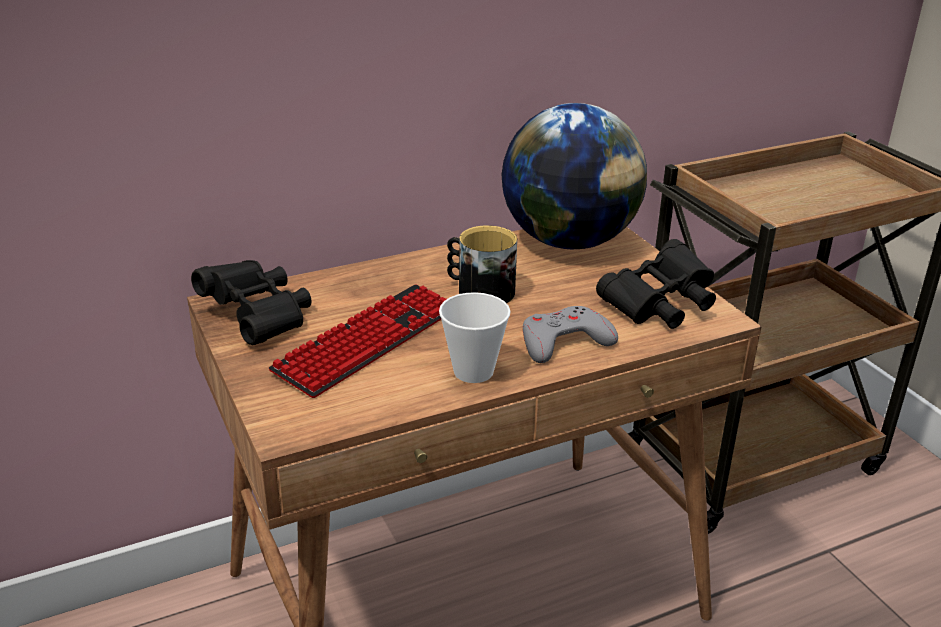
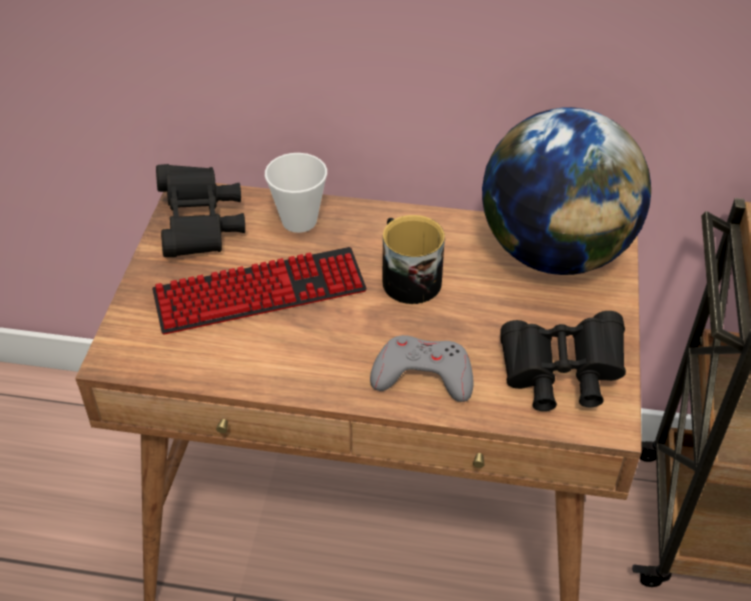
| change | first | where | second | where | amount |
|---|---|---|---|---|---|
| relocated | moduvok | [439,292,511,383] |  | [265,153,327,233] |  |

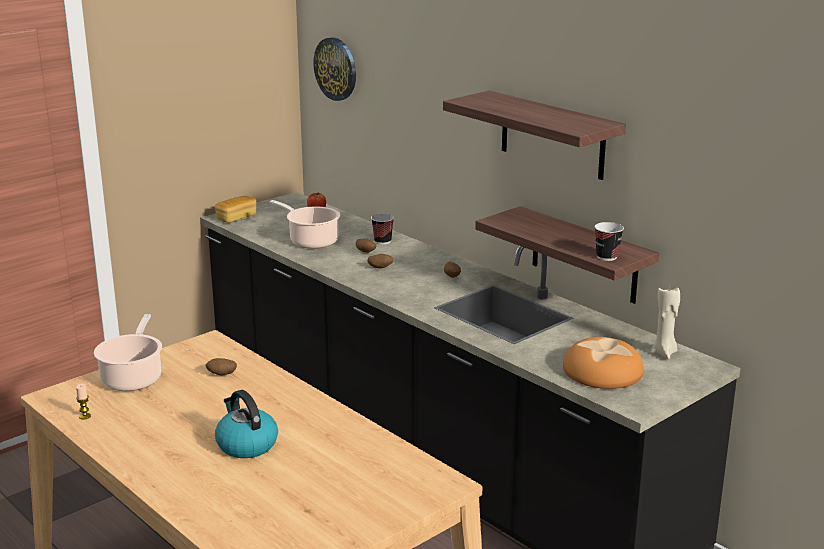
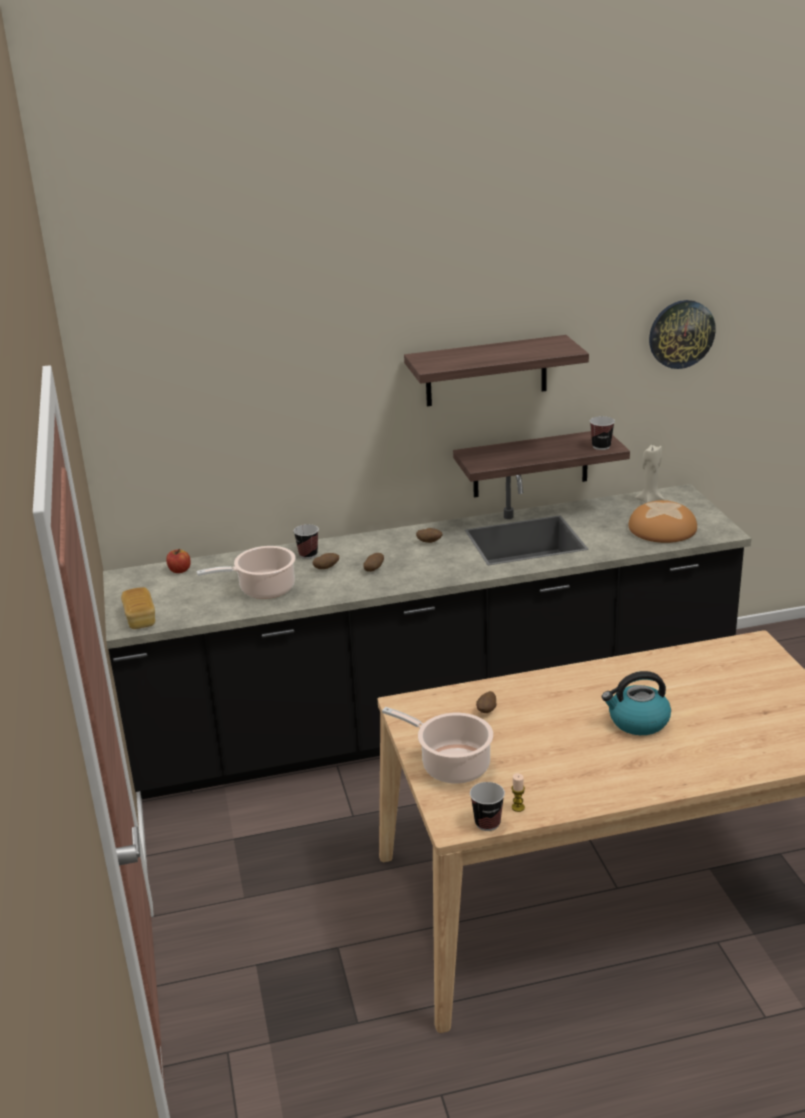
| change | first | where | second | where | amount |
|---|---|---|---|---|---|
| relocated | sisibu | [313,37,356,101] |  | [649,300,716,369] |  |
| appeared |  |  | moduvok | [470,782,505,831] |  |

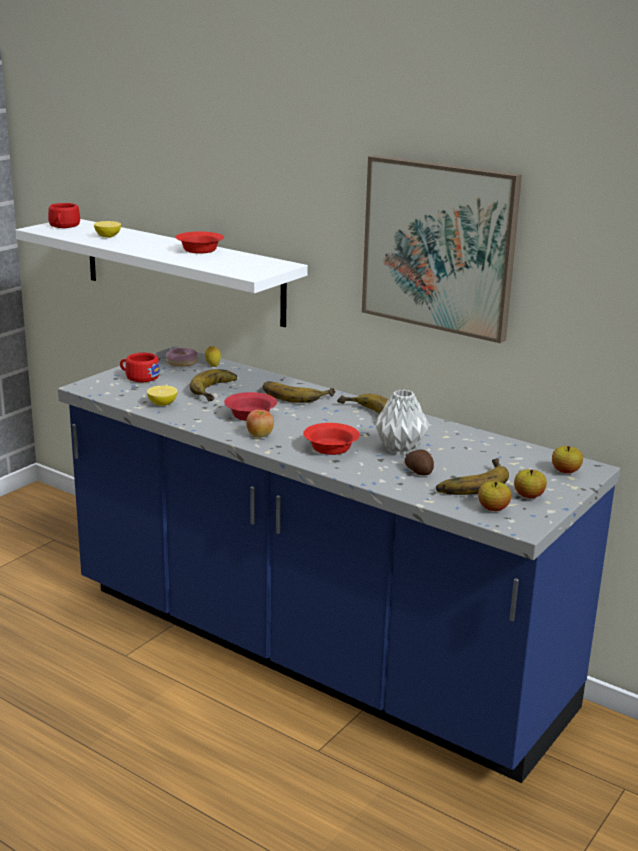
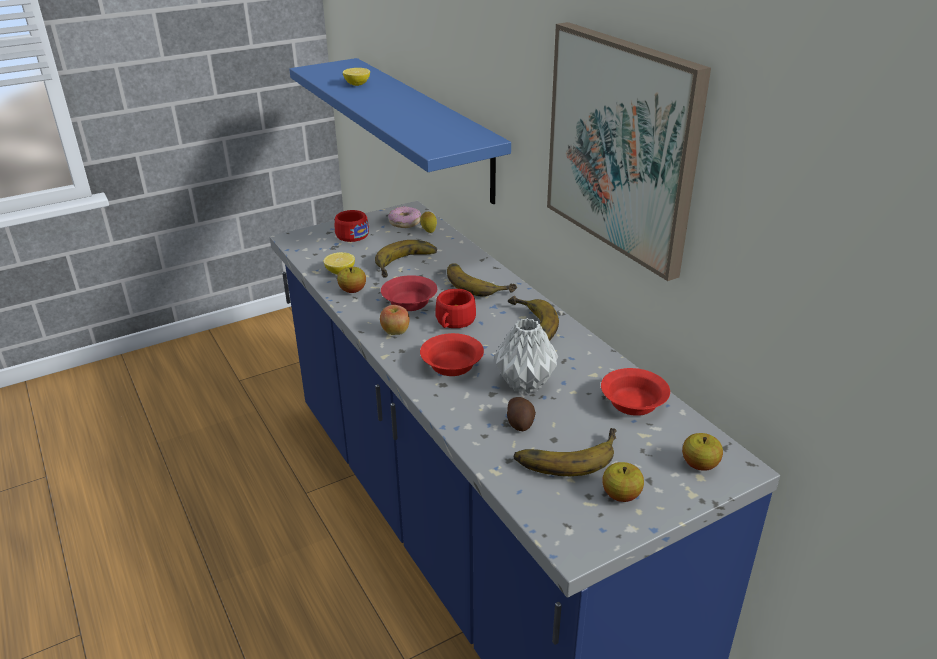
| change | first | where | second | where | amount |
|---|---|---|---|---|---|
| relocated | red_moduvok | [48,203,80,228] |  | [435,289,476,328] |  |
| colour | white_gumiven | [15,219,308,327] | blue_gumiven | [289,58,511,204] |  |
| relocated | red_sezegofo | [176,232,224,254] |  | [601,368,670,416] |  |
| relocated | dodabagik | [478,481,511,511] |  | [337,267,366,293] |  |

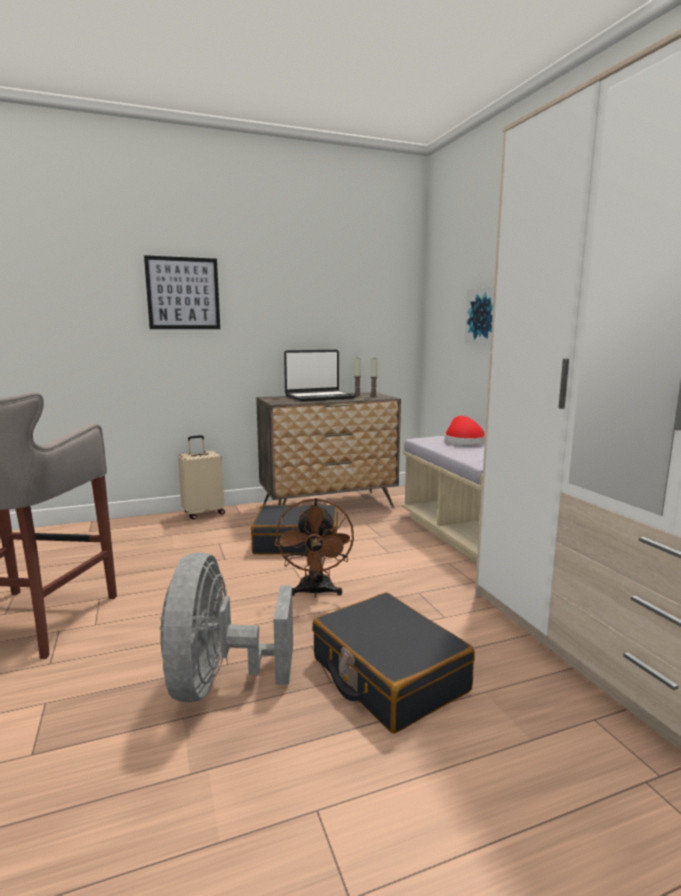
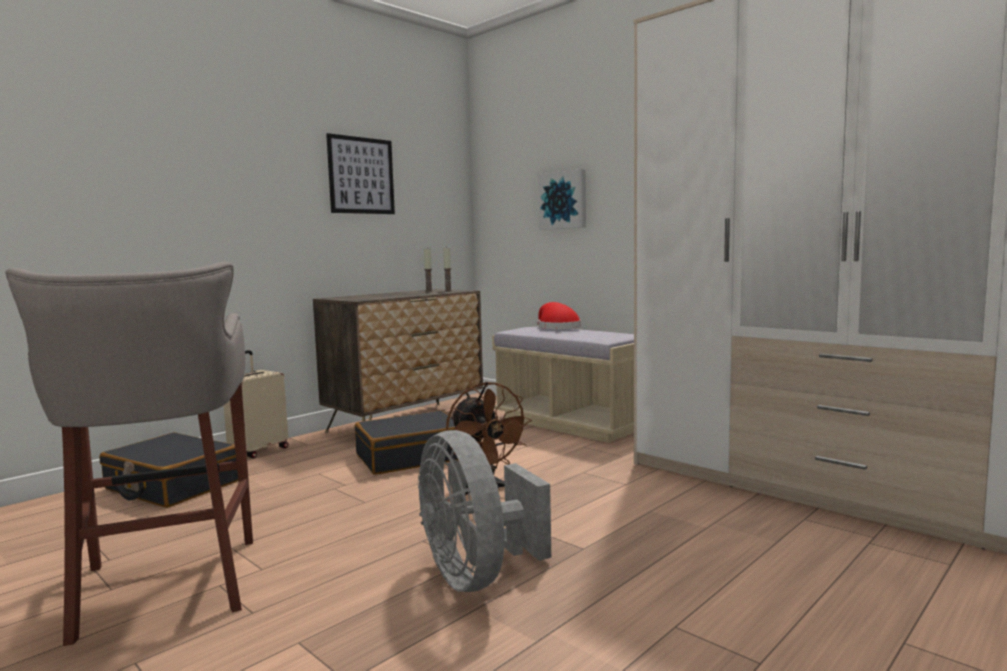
| change | first | where | second | where | amount |
|---|---|---|---|---|---|
| relocated | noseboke | [144,255,220,329] |  | [326,133,395,214] |  |
| missing | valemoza | [284,350,356,401] |  |  |  |
| relocated | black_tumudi | [312,592,475,734] |  | [100,432,238,508] |  |

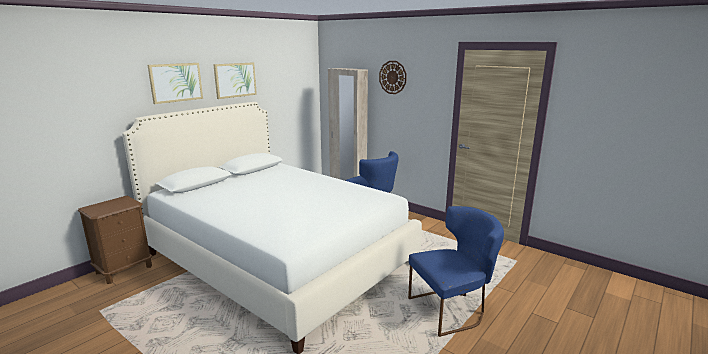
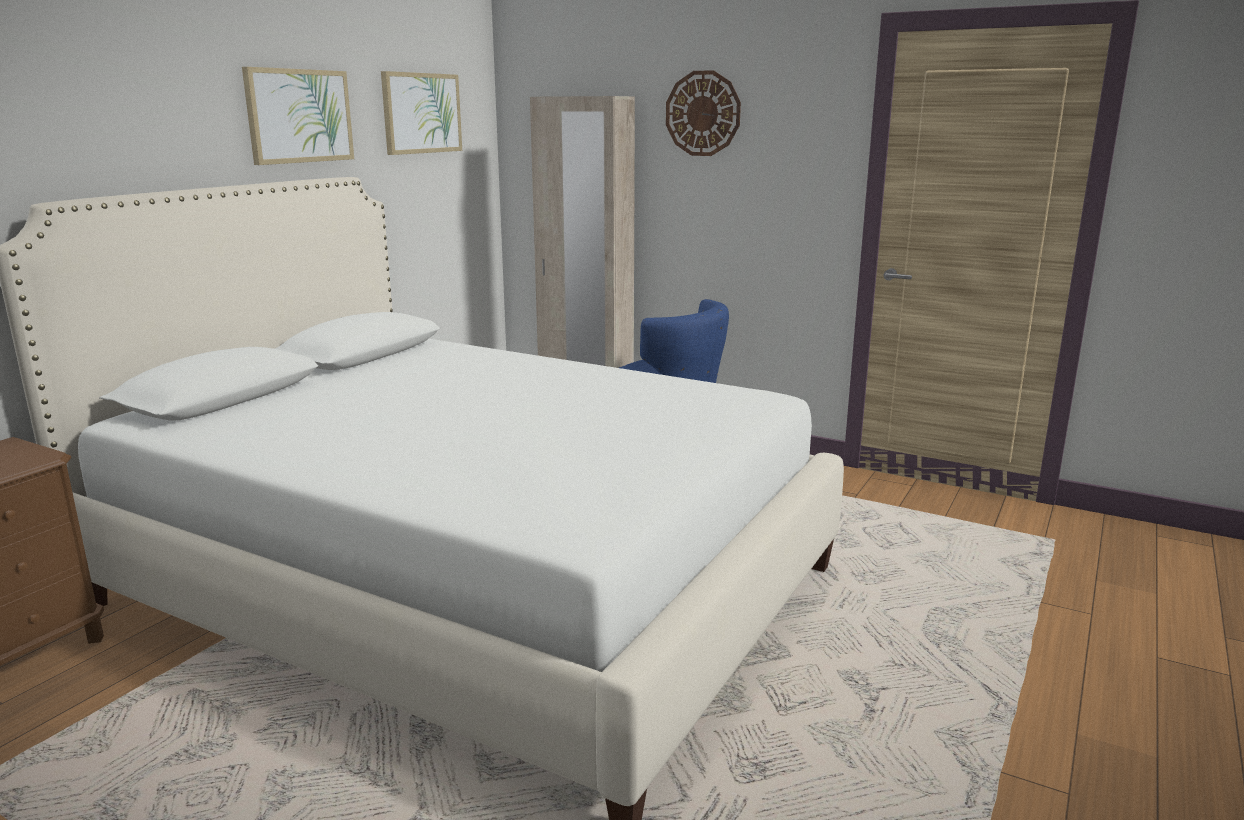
| change | first | where | second | where | amount |
|---|---|---|---|---|---|
| relocated | noseboke | [147,63,203,104] |  | [381,71,462,155] |  |
| missing | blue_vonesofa | [408,206,504,337] |  |  |  |

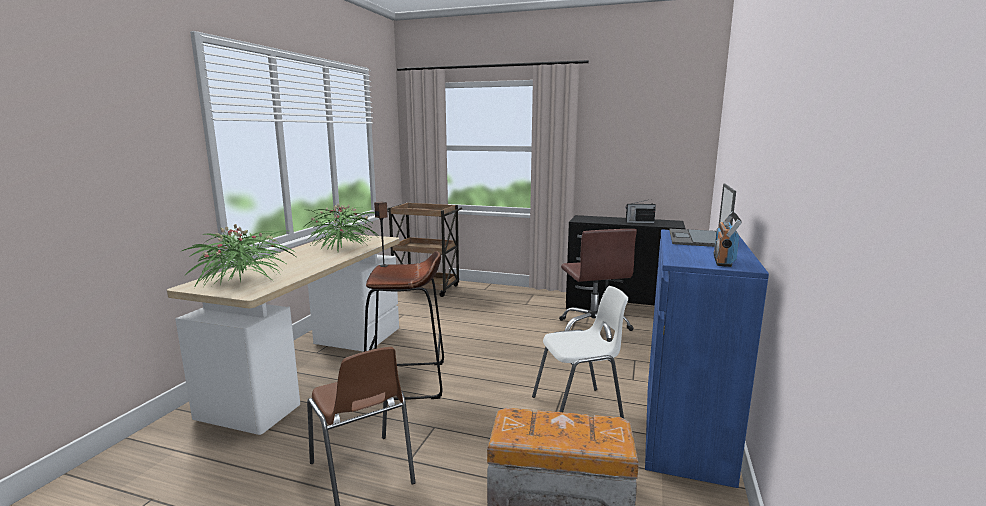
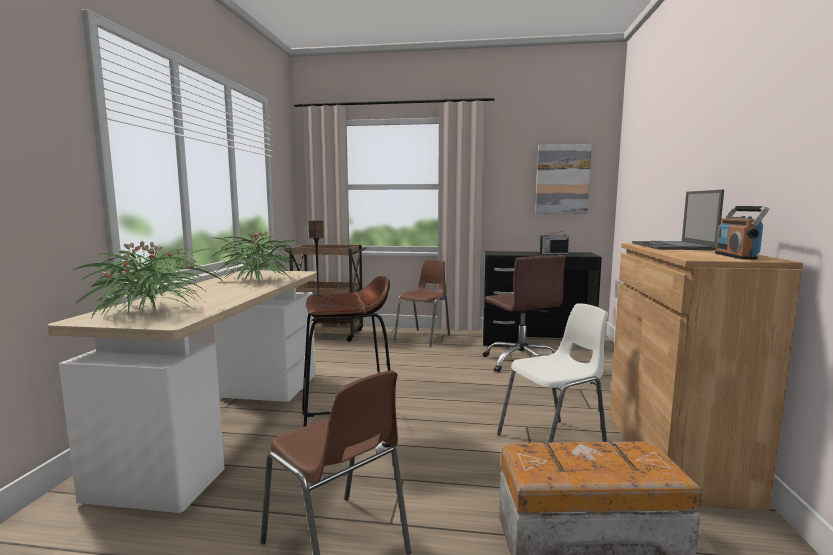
| change | first | where | second | where | amount |
|---|---|---|---|---|---|
| colour | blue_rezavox | [645,229,769,488] | brown_rezavox | [609,243,803,511] |  |
| appeared |  |  | noseboke | [535,144,592,214] |  |
| appeared |  |  | brown_vonesofa | [394,259,450,347] |  |

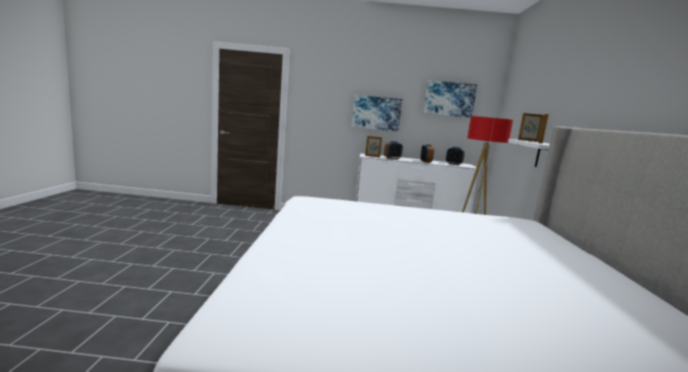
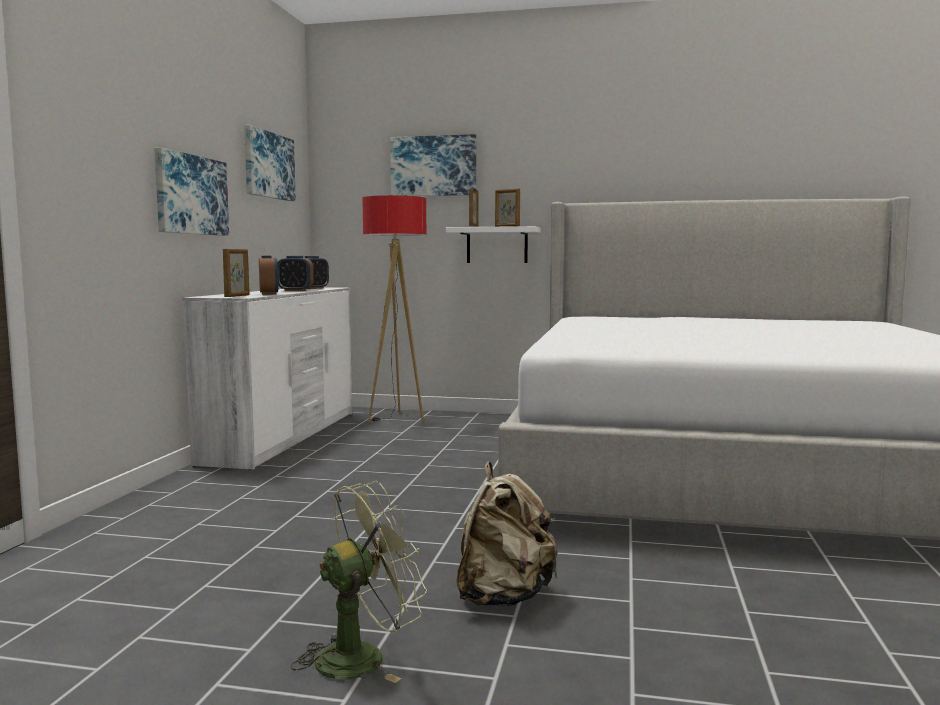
| change | first | where | second | where | amount |
|---|---|---|---|---|---|
| appeared |  |  | noseboke | [390,134,476,196] |  |
| appeared |  |  | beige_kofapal | [456,462,558,607] |  |
| appeared |  |  | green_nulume | [291,481,428,683] |  |

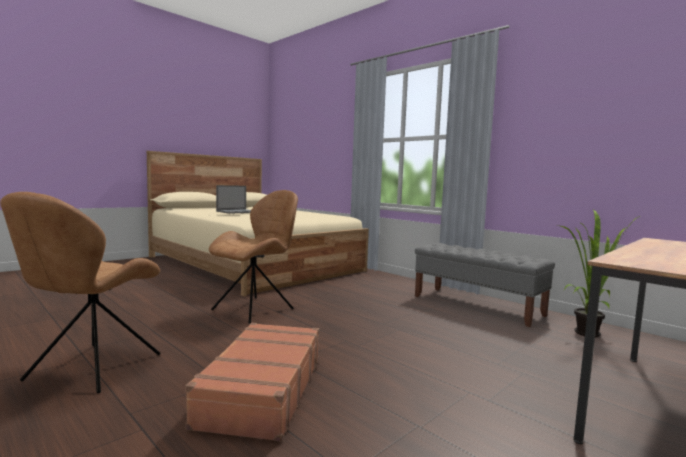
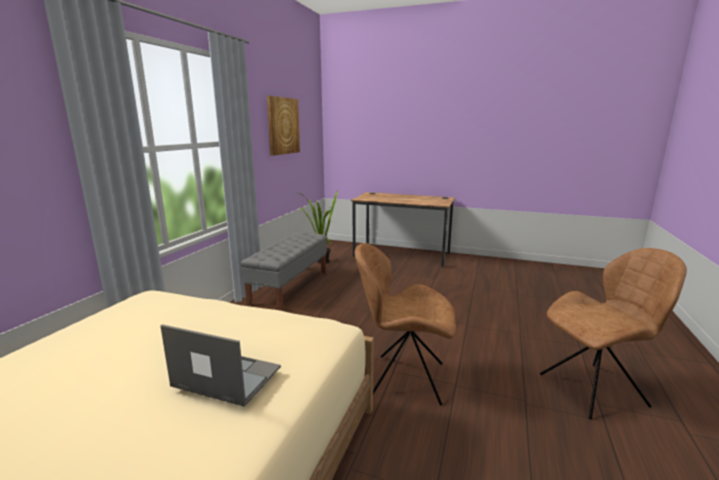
| change | first | where | second | where | amount |
|---|---|---|---|---|---|
| missing | brown_tumudi | [185,323,319,442] |  |  |  |
| appeared |  |  | noseboke | [267,96,300,156] |  |

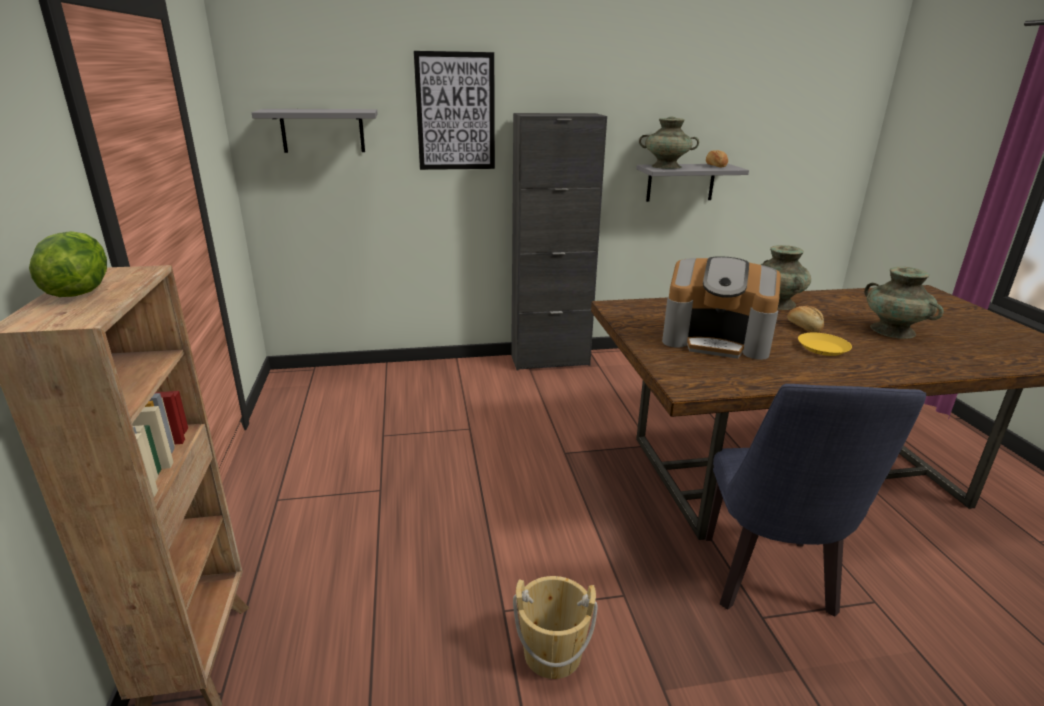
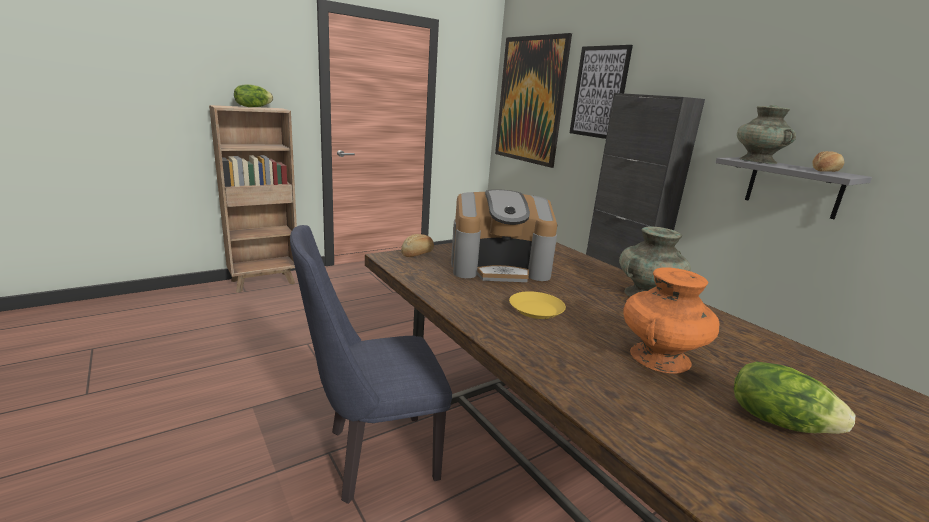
| change | first | where | second | where | amount |
|---|---|---|---|---|---|
| exchanged | grey_gumiven | [252,109,378,153] | noseboke | [495,33,572,168] |  |
| spun | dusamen | [662,256,781,360] |  | [451,189,557,282] | 90 degrees counterclockwise |
| colour | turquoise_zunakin | [864,267,944,339] | orange_zunakin | [623,267,720,374] |  |
| relocated | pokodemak | [787,305,824,333] |  | [401,234,434,257] |  |
| missing | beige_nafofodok | [513,576,598,679] |  |  |  |
| appeared |  |  | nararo | [734,362,855,434] |  |

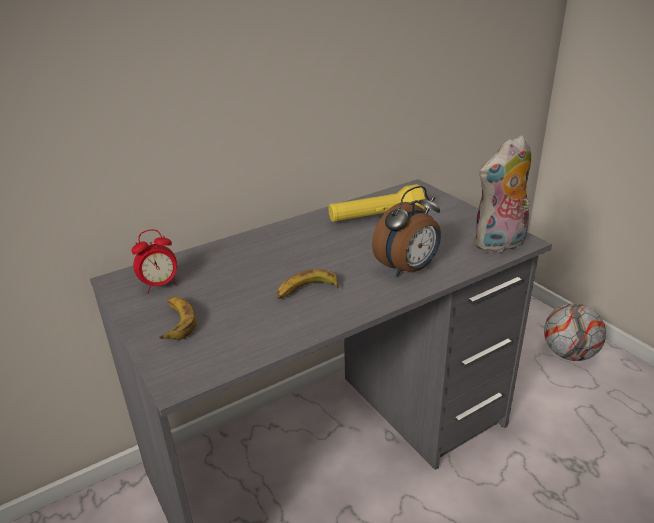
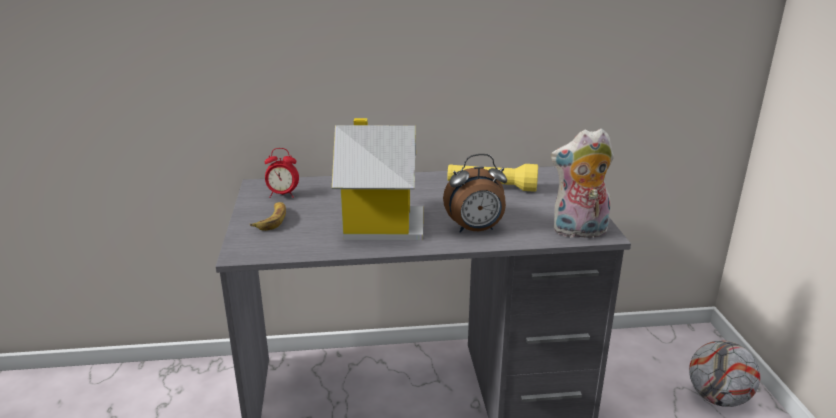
| change | first | where | second | where | amount |
|---|---|---|---|---|---|
| exchanged | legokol | [277,269,339,299] | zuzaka | [332,118,423,240] |  |

